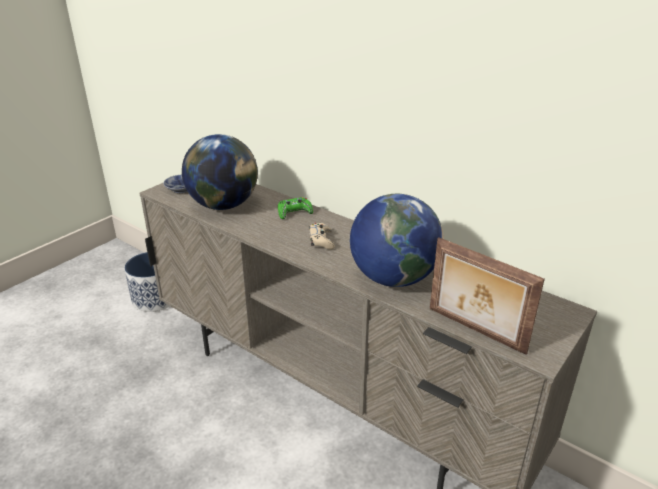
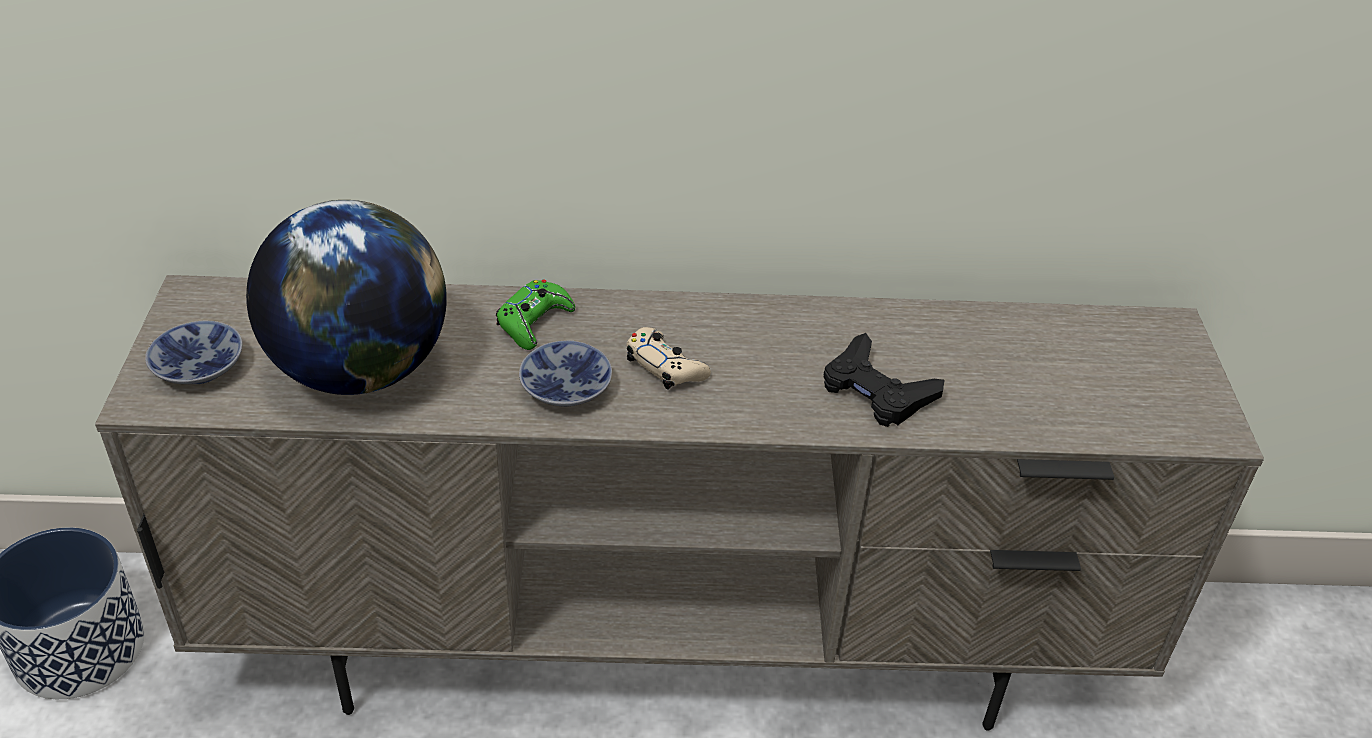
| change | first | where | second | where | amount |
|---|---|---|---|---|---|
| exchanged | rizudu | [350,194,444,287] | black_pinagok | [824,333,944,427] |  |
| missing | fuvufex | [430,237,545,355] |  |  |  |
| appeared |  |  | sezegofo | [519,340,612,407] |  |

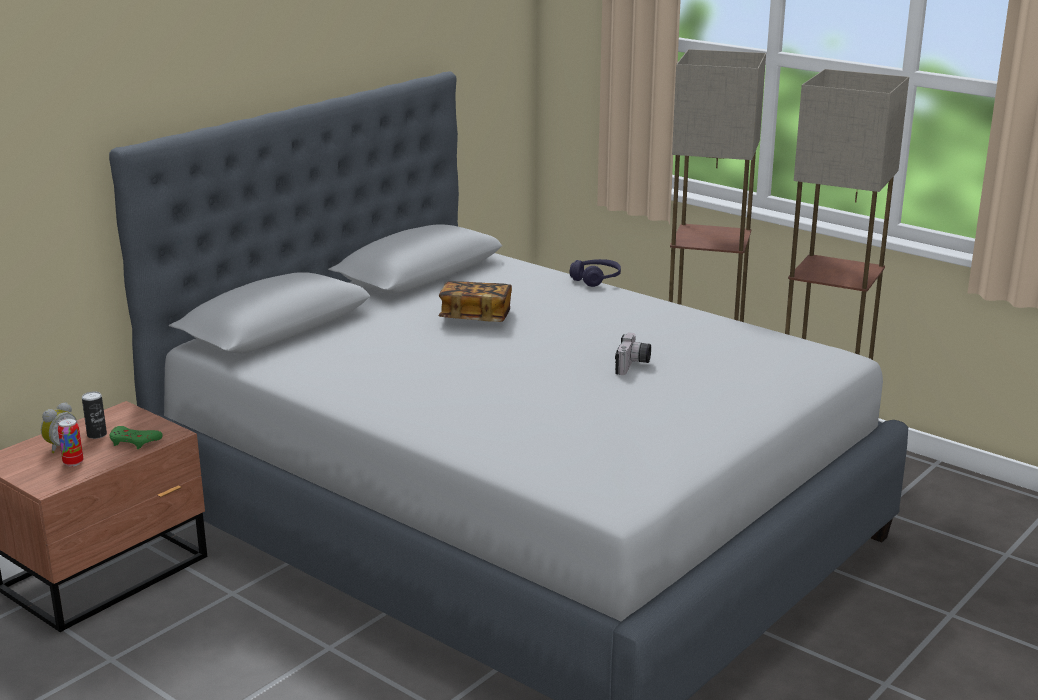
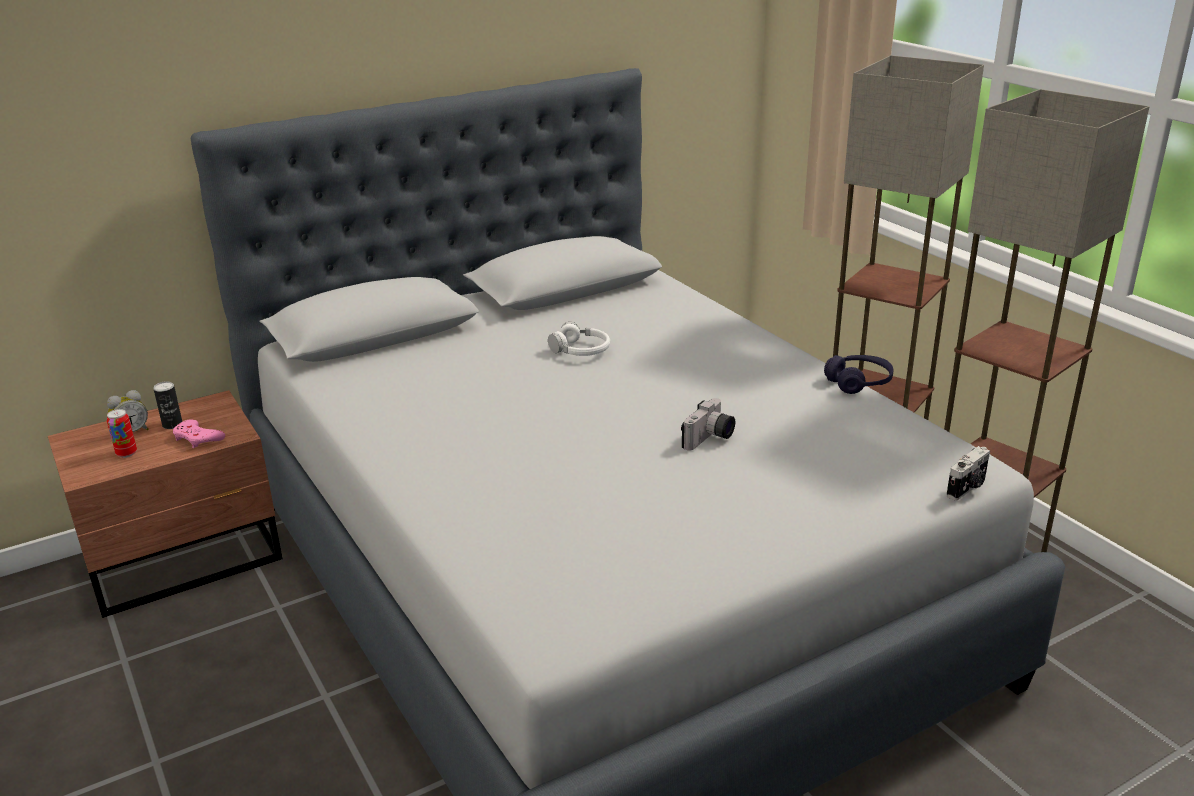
| change | first | where | second | where | amount |
|---|---|---|---|---|---|
| relocated | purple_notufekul | [570,259,621,287] |  | [824,355,893,394] |  |
| exchanged | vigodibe | [439,281,512,322] | white_notufekul | [548,322,610,356] |  |
| colour | green_pinagok | [110,426,163,449] | pink_pinagok | [173,420,225,448] |  |
| appeared |  |  | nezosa | [946,446,990,500] |  |

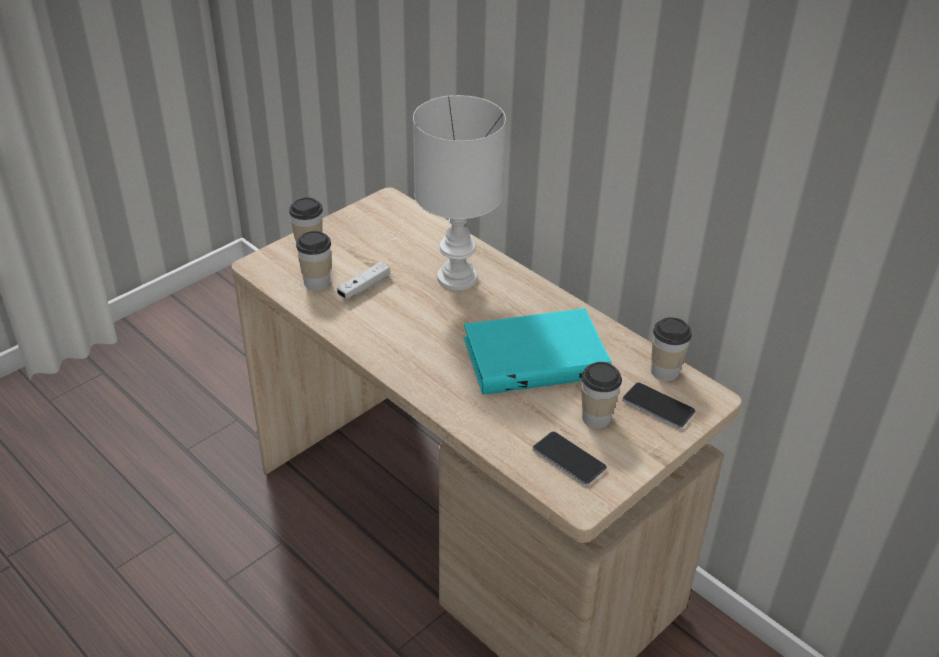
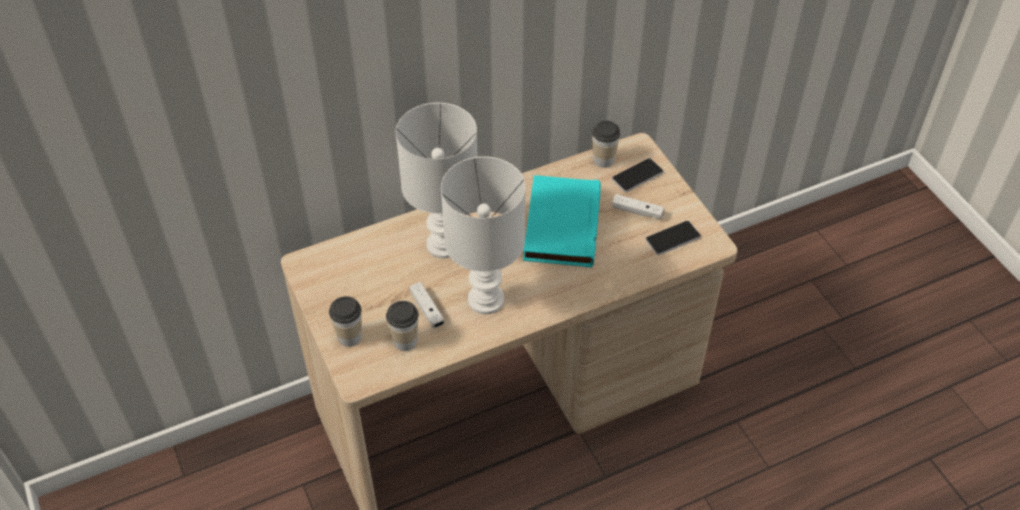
| change | first | where | second | where | amount |
|---|---|---|---|---|---|
| exchanged | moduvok | [582,362,622,429] | white_pinagok | [612,194,664,219] |  |
| appeared |  |  | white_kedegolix | [441,156,526,314] |  |

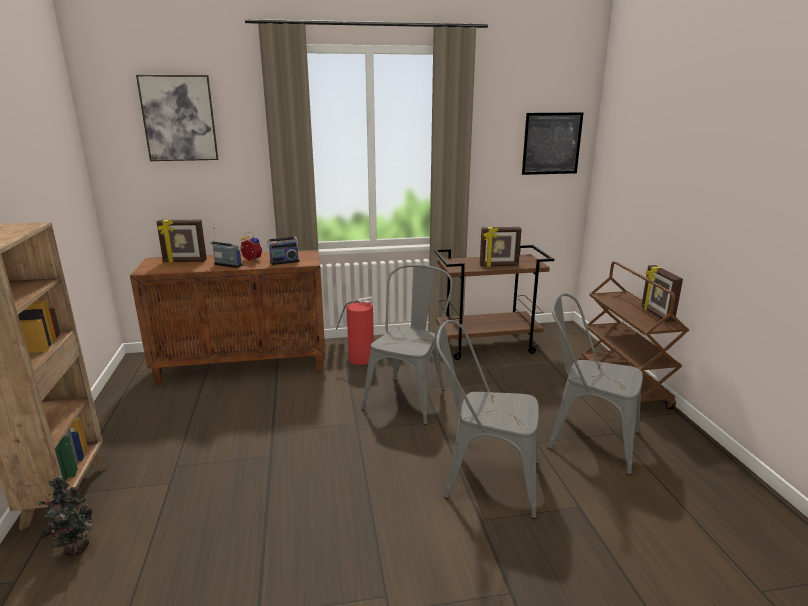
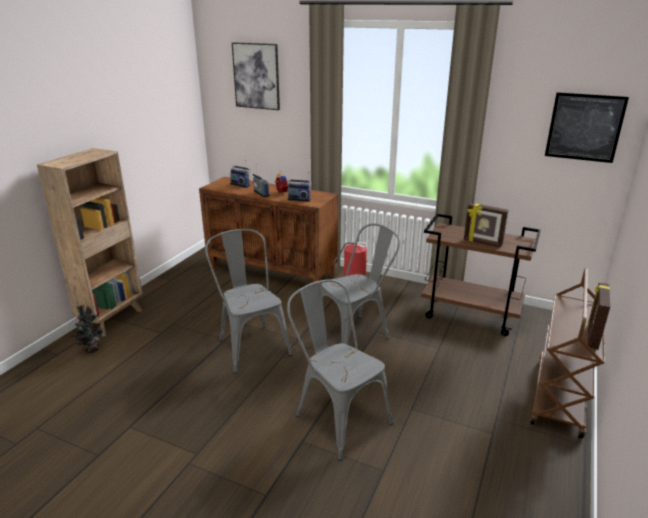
| change | first | where | second | where | amount |
|---|---|---|---|---|---|
| exchanged | fuvufex | [157,220,207,263] | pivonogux | [230,160,250,188] |  |
| relocated | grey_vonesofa | [548,293,643,475] |  | [205,229,293,373] |  |

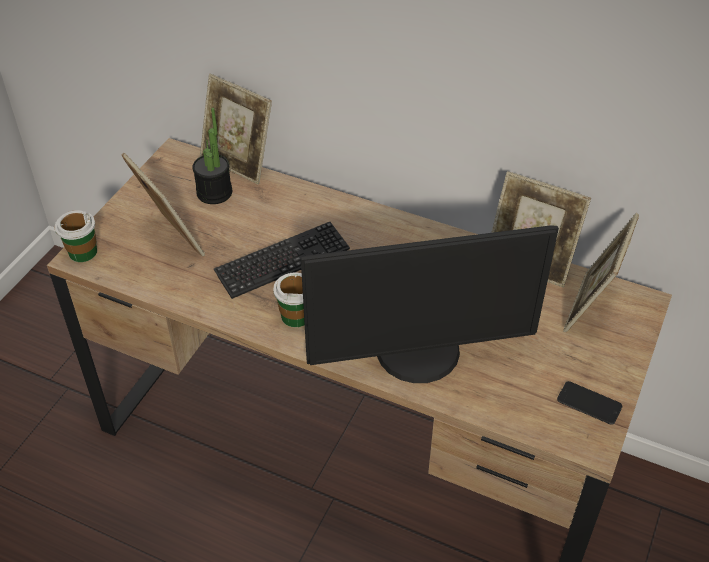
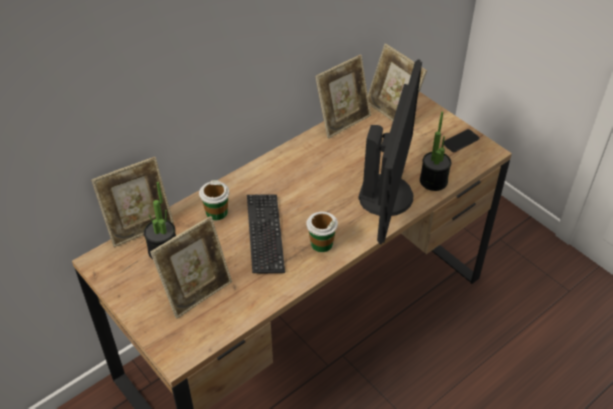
| change | first | where | second | where | amount |
|---|---|---|---|---|---|
| spun | fuvufex | [122,153,205,257] |  | [150,216,232,319] | 150 degrees clockwise |
| relocated | moduvok | [54,210,97,262] |  | [199,180,230,220] |  |
| appeared |  |  | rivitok | [420,112,451,191] |  |

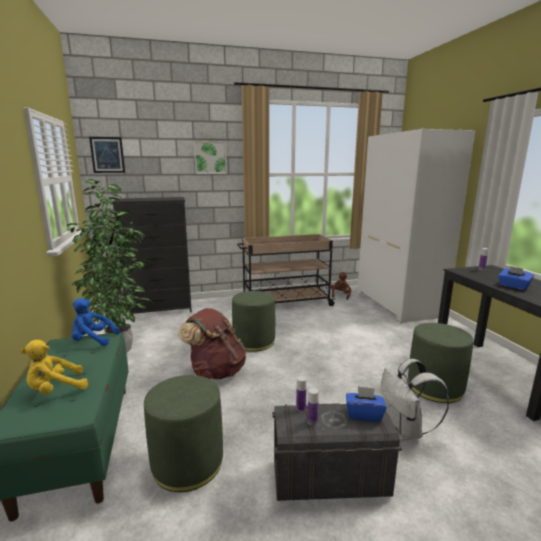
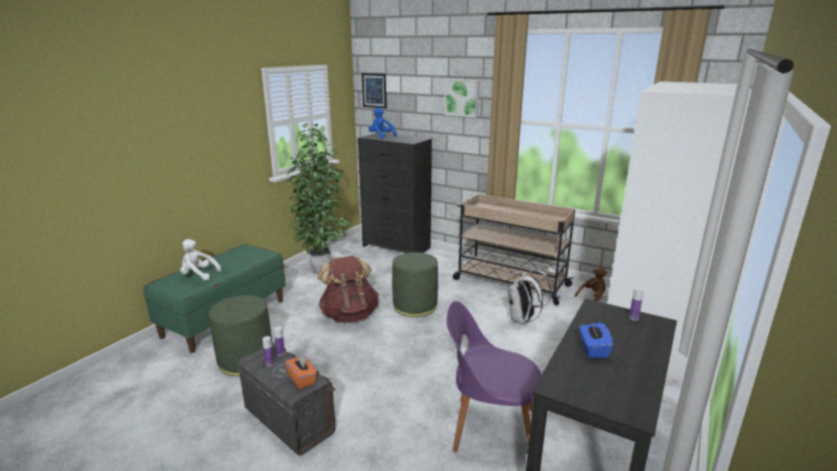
| change | first | where | second | where | amount |
|---|---|---|---|---|---|
| relocated | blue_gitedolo | [72,298,120,346] |  | [368,108,397,138] |  |
| exchanged | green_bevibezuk | [408,323,474,403] | purple_vonesofa | [447,301,541,452] |  |
| colour | yellow_gitedolo | [21,340,88,395] | white_gitedolo | [180,239,221,280] |  |
| relocated | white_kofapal | [381,359,449,441] |  | [508,270,552,324] |  |
| colour | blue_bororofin | [346,386,387,422] | orange_bororofin | [285,354,317,389] |  |

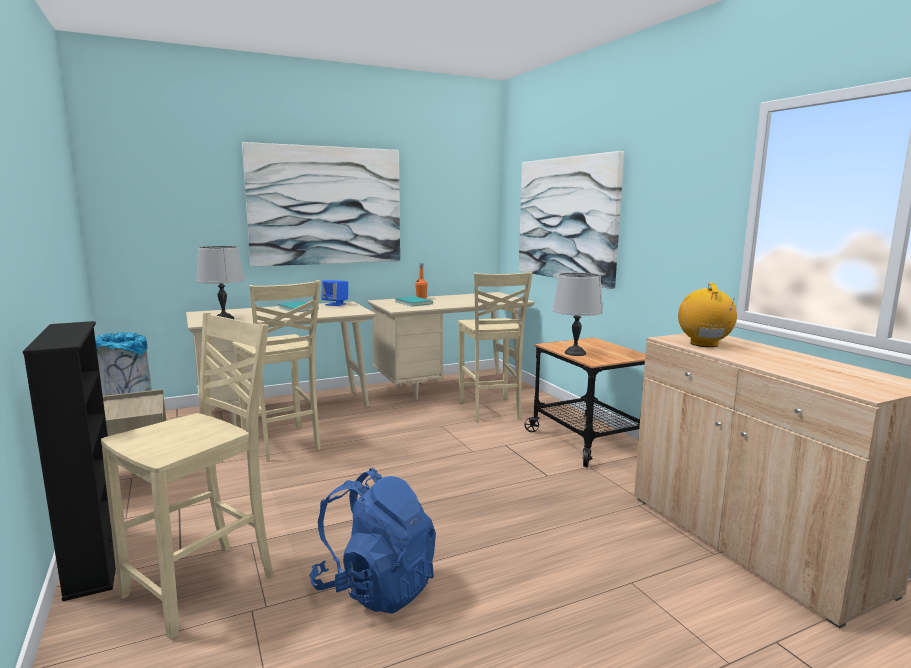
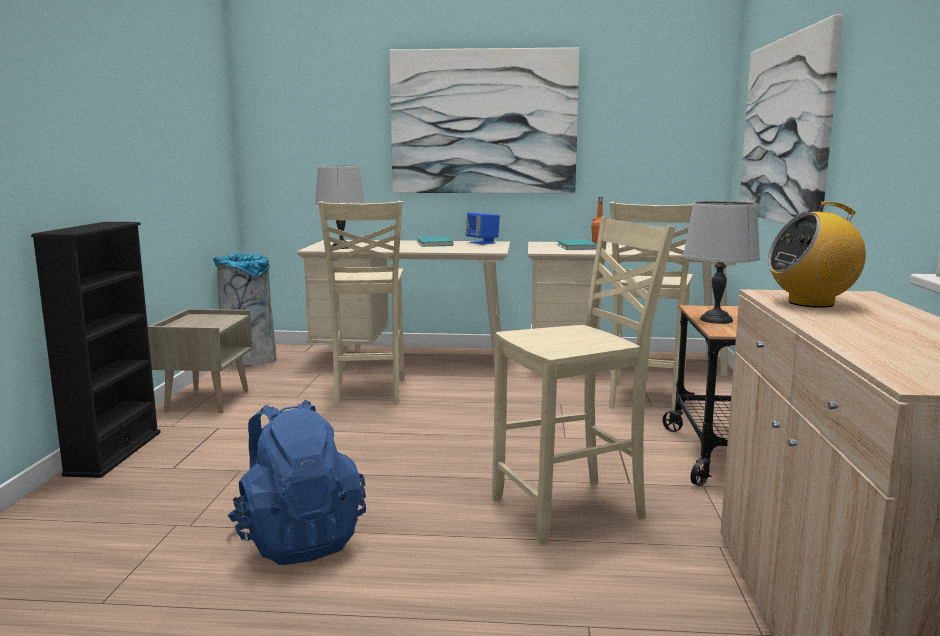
| change | first | where | second | where | amount |
|---|---|---|---|---|---|
| spun | pivonogux | [678,283,737,347] |  | [767,202,866,308] | 135 degrees counterclockwise |
| relocated | beige_vonesofa | [101,313,273,640] |  | [492,217,675,544] |  |

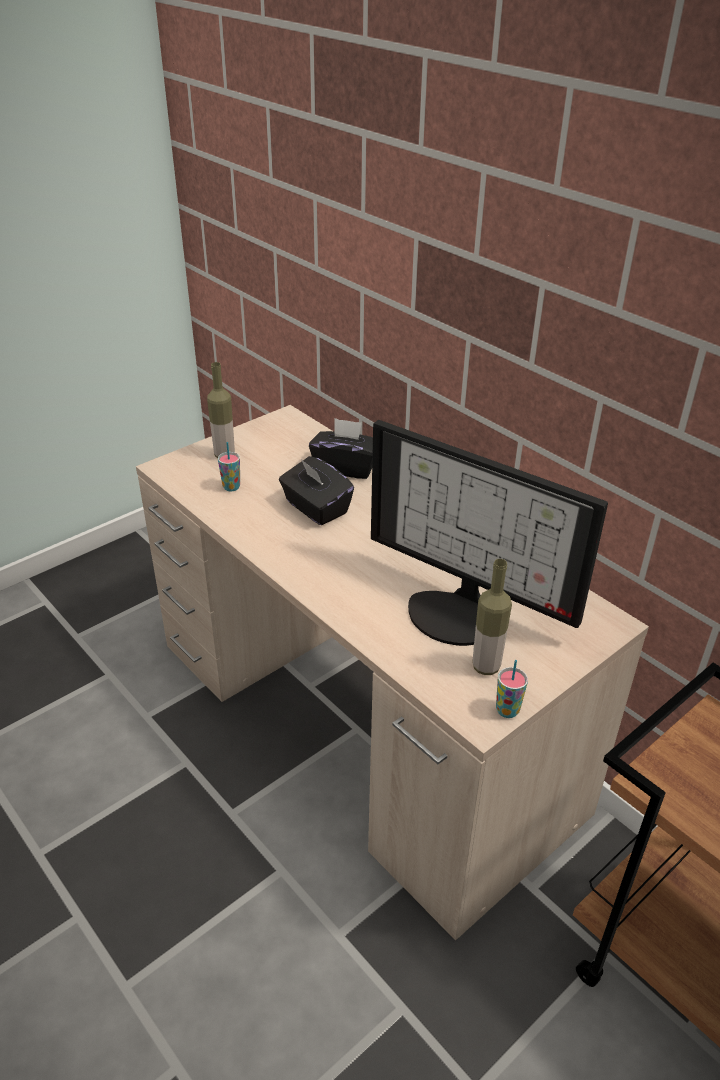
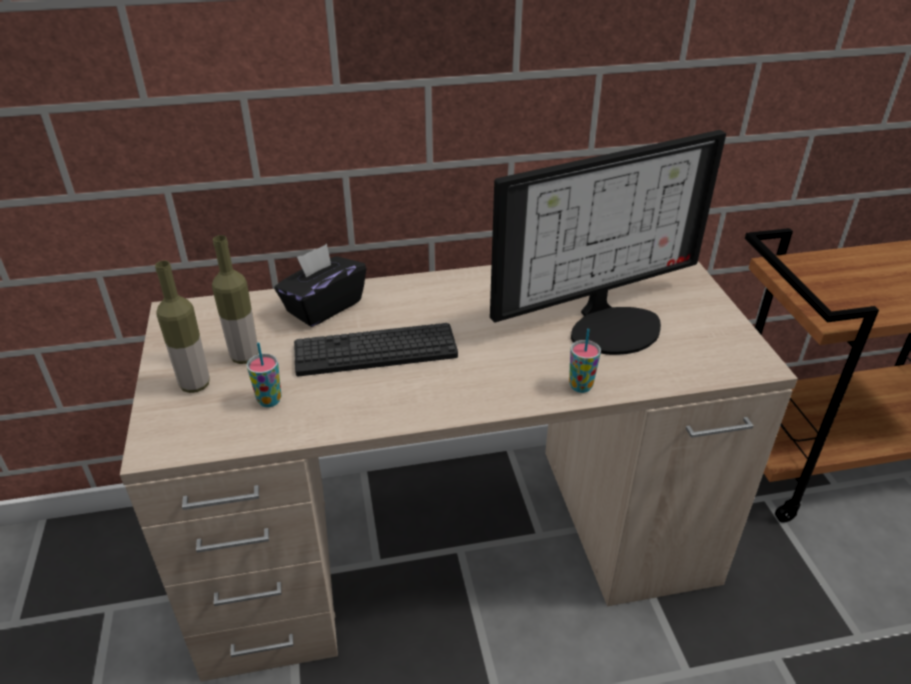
| change | first | where | second | where | amount |
|---|---|---|---|---|---|
| exchanged | black_bororofin | [279,456,354,525] | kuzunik | [294,323,458,376] |  |
| relocated | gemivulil | [472,559,512,675] |  | [212,235,258,364] |  |
| relocated | moduvok | [496,660,528,718] |  | [569,329,601,393] |  |

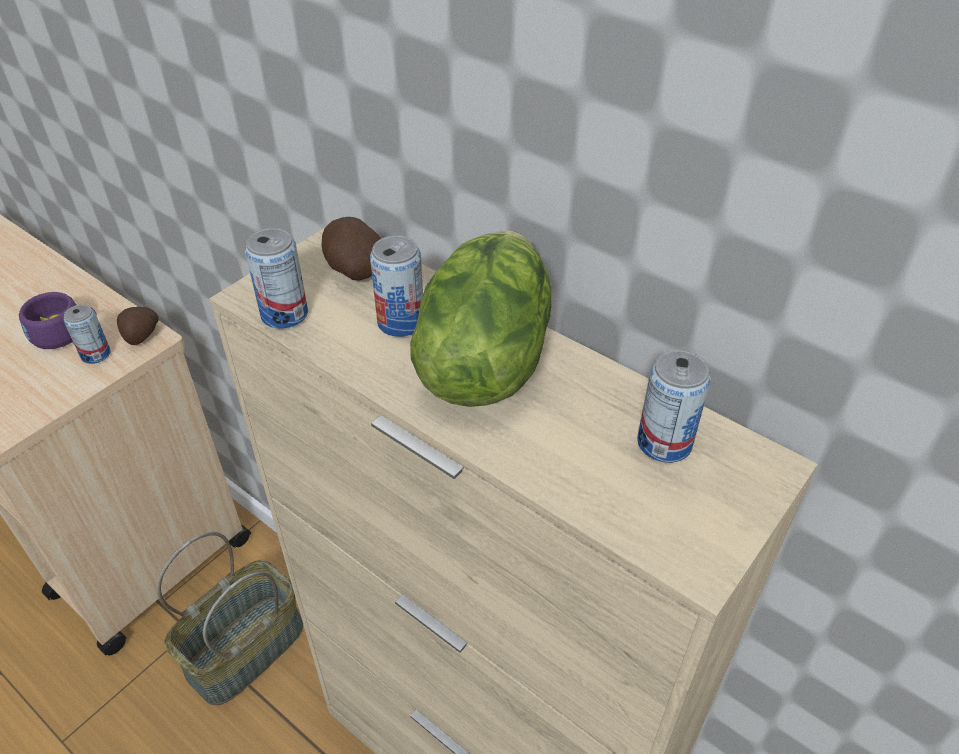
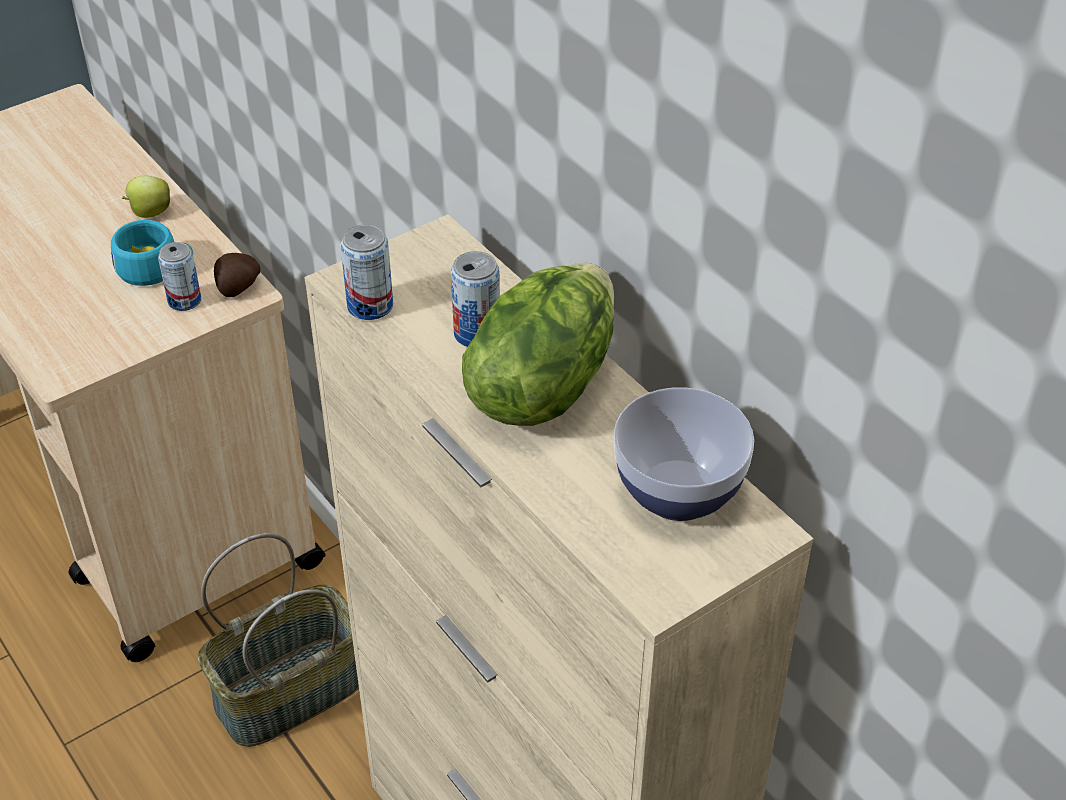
| change | first | where | second | where | amount |
|---|---|---|---|---|---|
| missing | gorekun | [321,217,381,281] |  |  |  |
| colour | purple_moduvok | [19,292,97,349] | turquoise_moduvok | [111,220,193,286] |  |
| exchanged | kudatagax | [637,350,711,463] | sezegofo | [614,387,754,521] |  |
| appeared |  |  | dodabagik | [122,176,170,218] |  |

